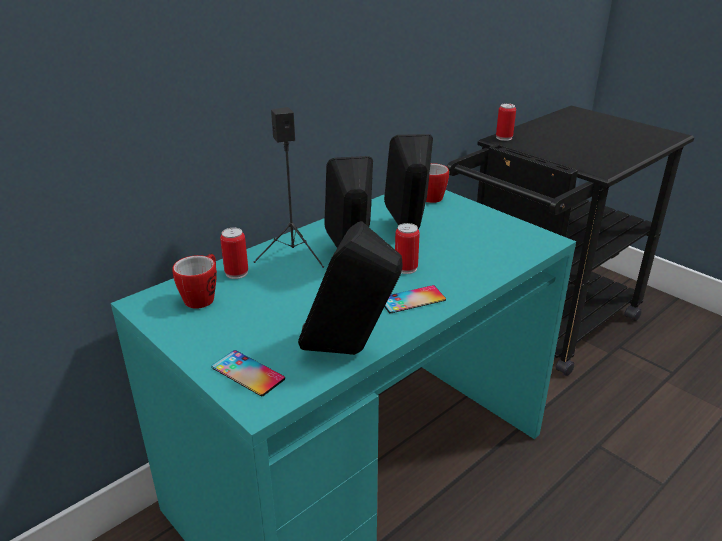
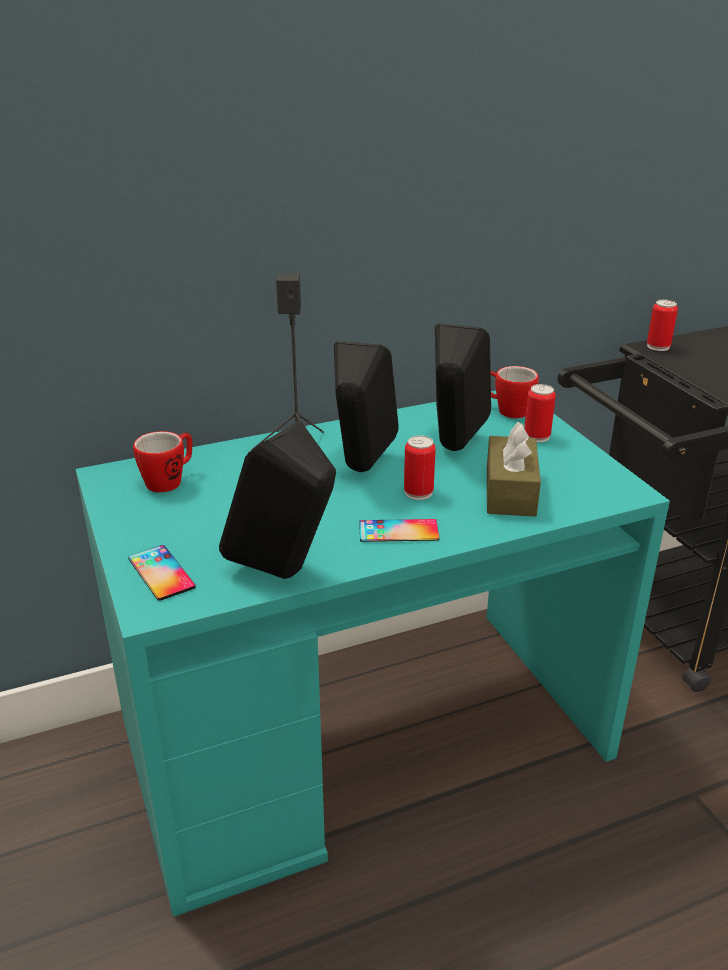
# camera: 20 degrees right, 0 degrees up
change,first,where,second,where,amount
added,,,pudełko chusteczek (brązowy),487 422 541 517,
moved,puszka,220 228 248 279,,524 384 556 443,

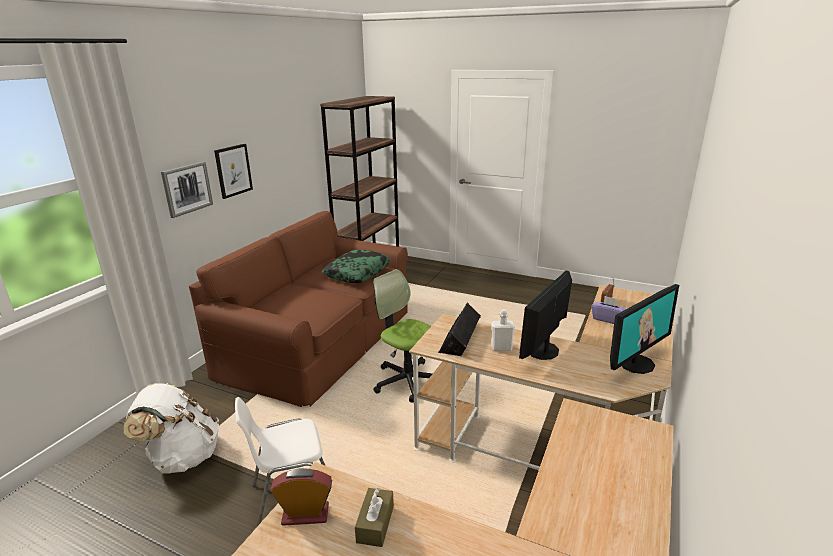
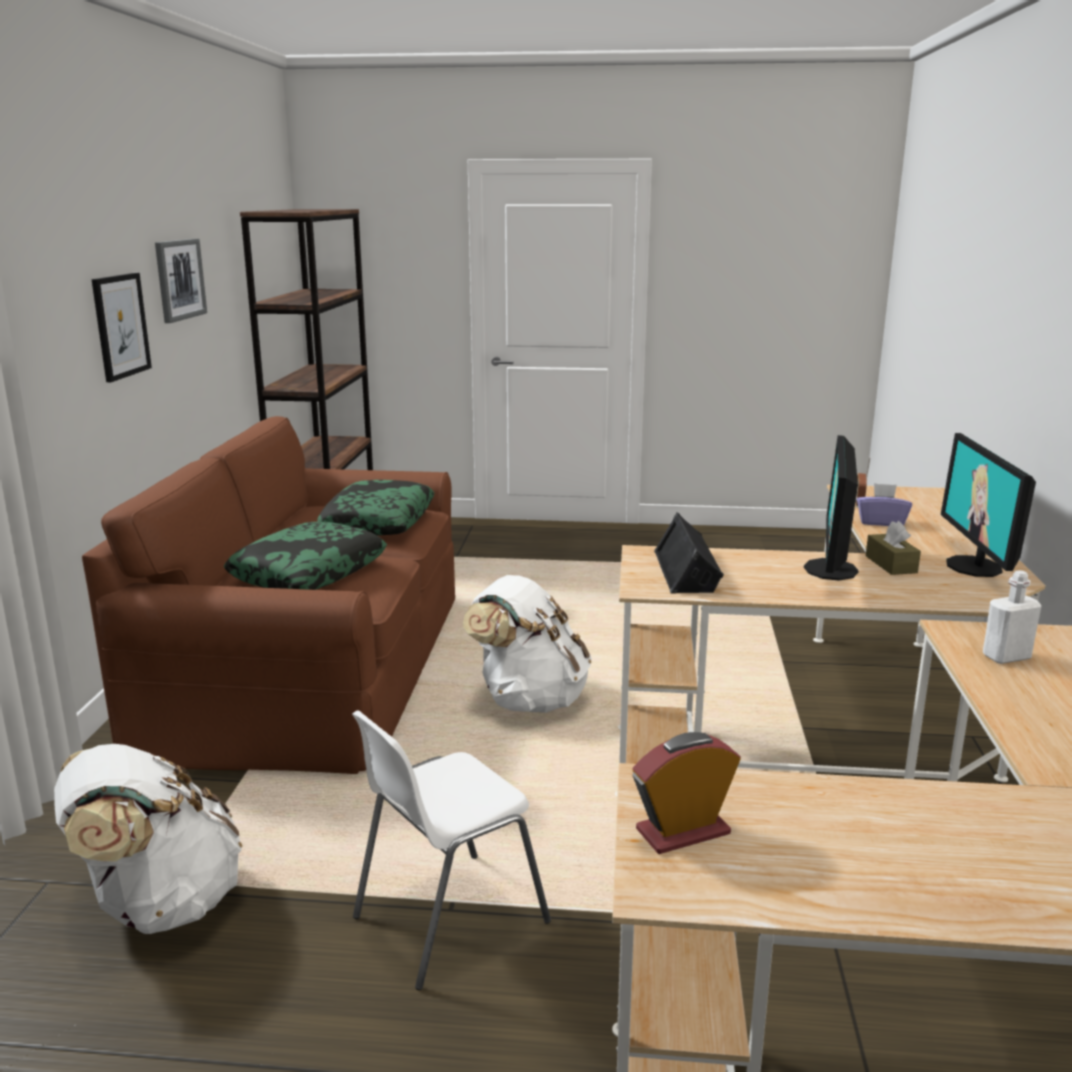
# camera: 20 degrees left, 5 degrees down
change,first,where,second,where,amount
added,,,poduszka,224 522 387 590,
moved,obraz,161 162 213 218,,155 239 207 323,
moved,pudełko chusteczek (brązowy),355 488 394 547,,866 521 921 575,
moved,butelka (biały),491 309 515 351,,983 571 1041 664,
replaced,krzesło biurowe,373 269 432 402,plecak (biały),462 575 592 713,
turned,monitor,610 284 679 374,,941 433 1036 577,150 degrees clockwise

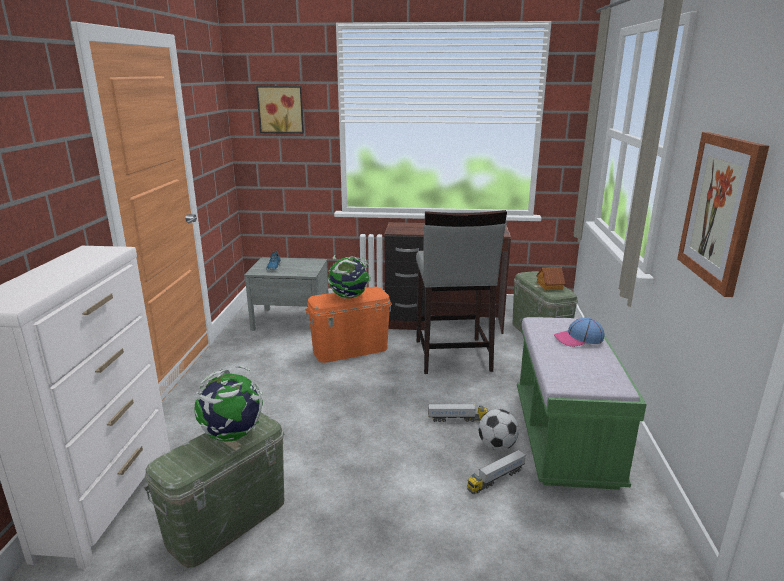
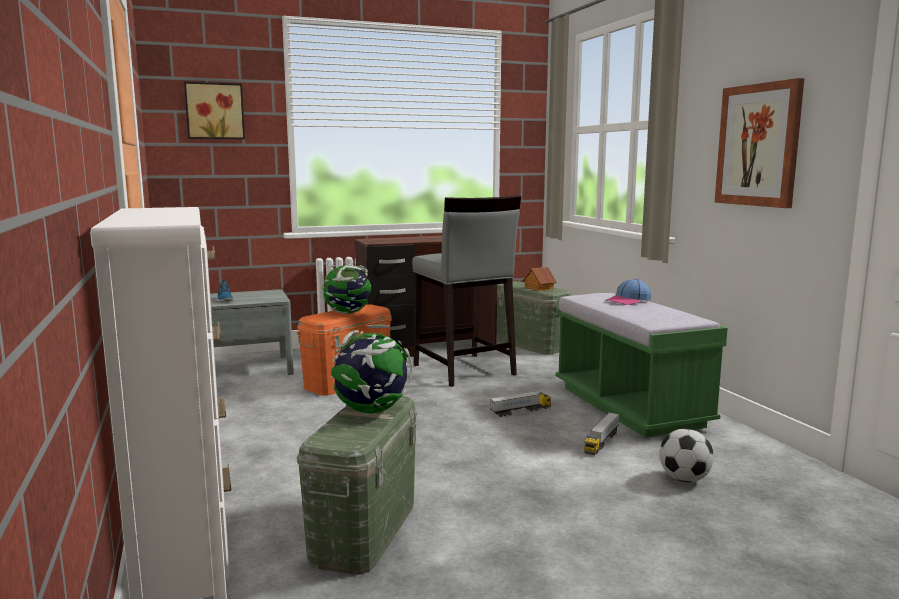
# camera: 25 degrees left, 10 degrees down
change,first,where,second,where,amount
moved,piłka futbolowa,478 409 519 451,,659 429 714 482,

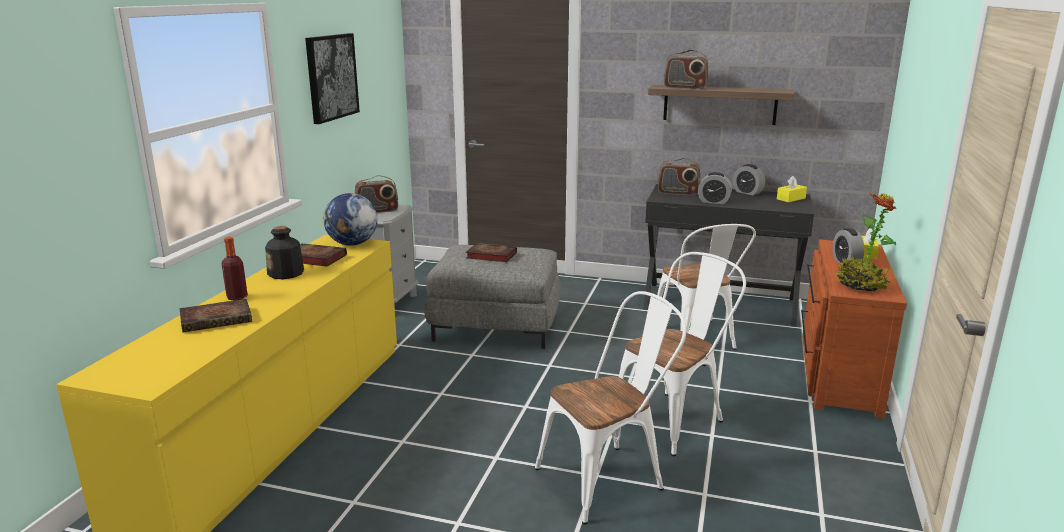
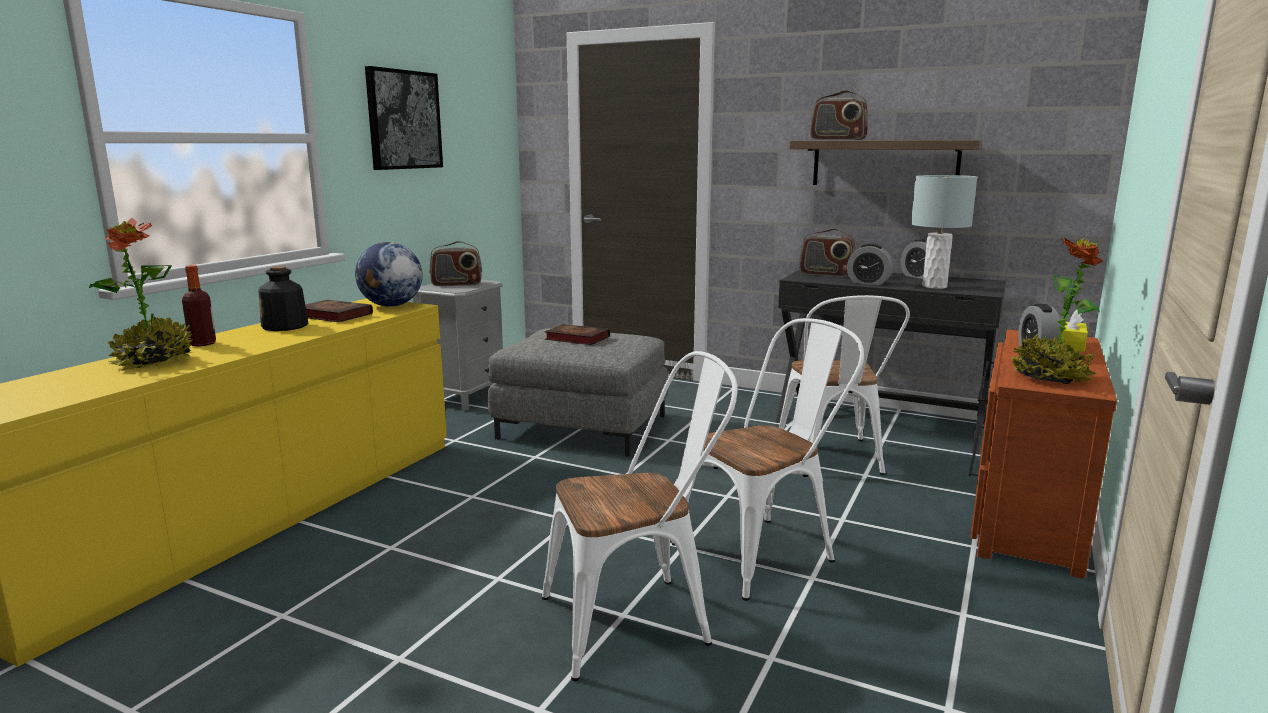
# camera: 10 degrees right, 5 degrees down
change,first,where,second,where,amount
removed,pudełko chusteczek (żółty),777 176 807 202,,,
added,,,lampa stołowa (szary),911 175 977 289,
replaced,książka,180 299 252 332,roślina doniczkowa,89 218 193 371,

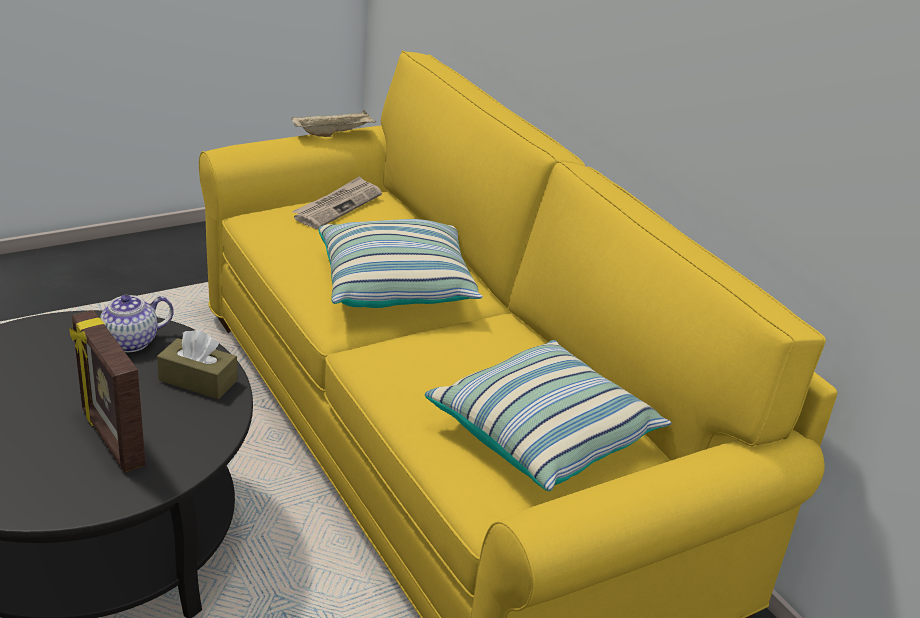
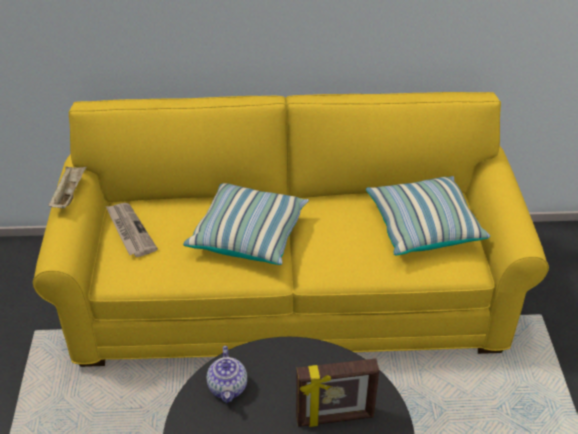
# camera: 60 degrees left, 10 degrees up
change,first,where,second,where,amount
removed,pudełko chusteczek (brązowy),157 329 238 399,,,

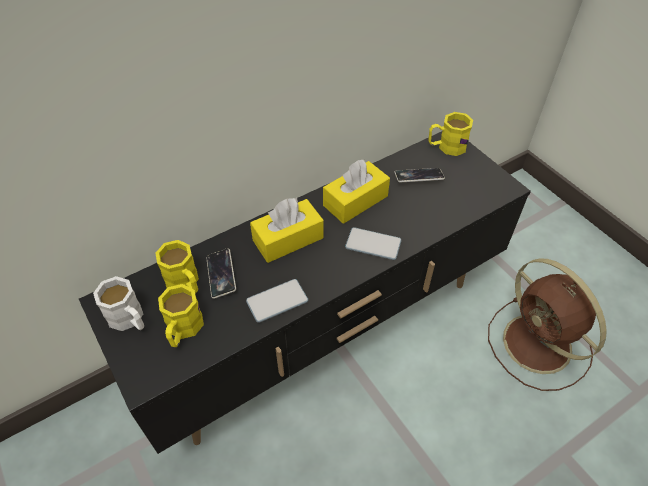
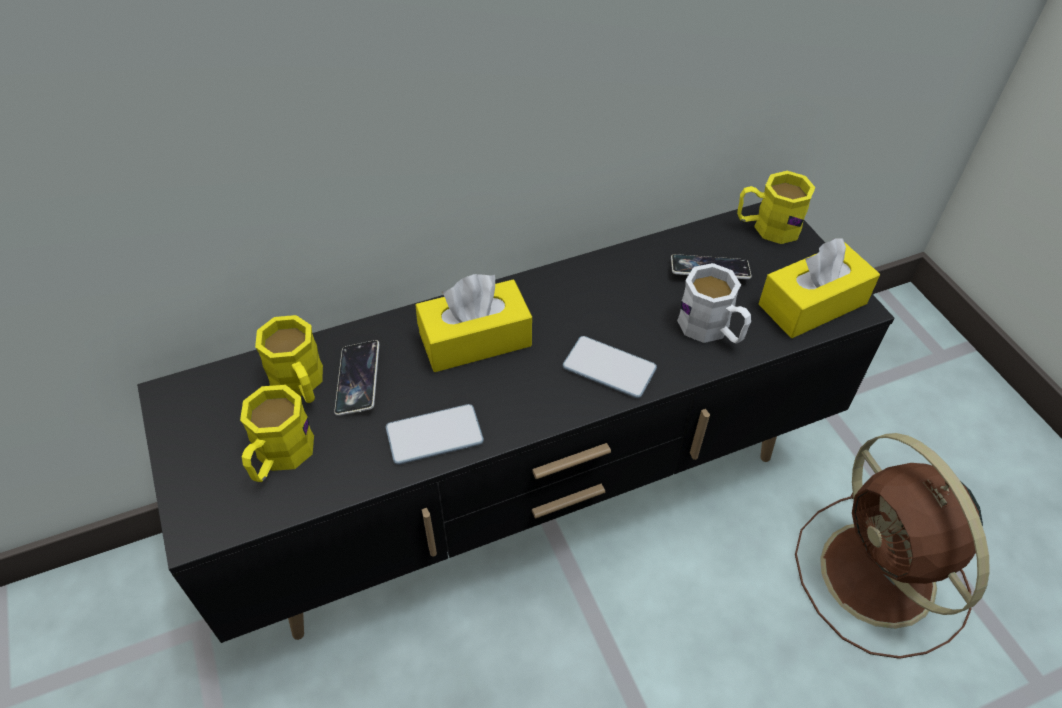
# camera: 10 degrees right, 0 degrees up
change,first,where,second,where,amount
moved,kubek (biały),93 276 144 331,,677 263 751 344,
moved,pudełko chusteczek (żółty),323 159 390 224,,759 238 880 338,

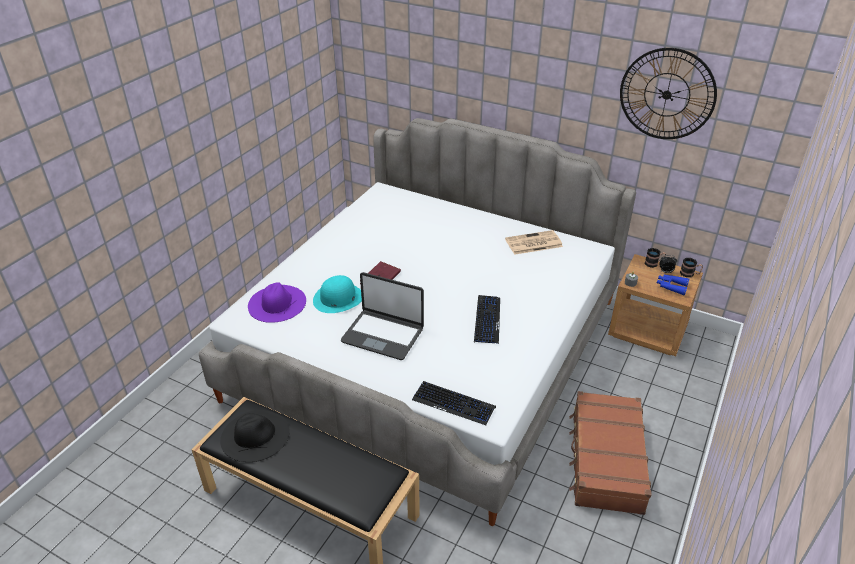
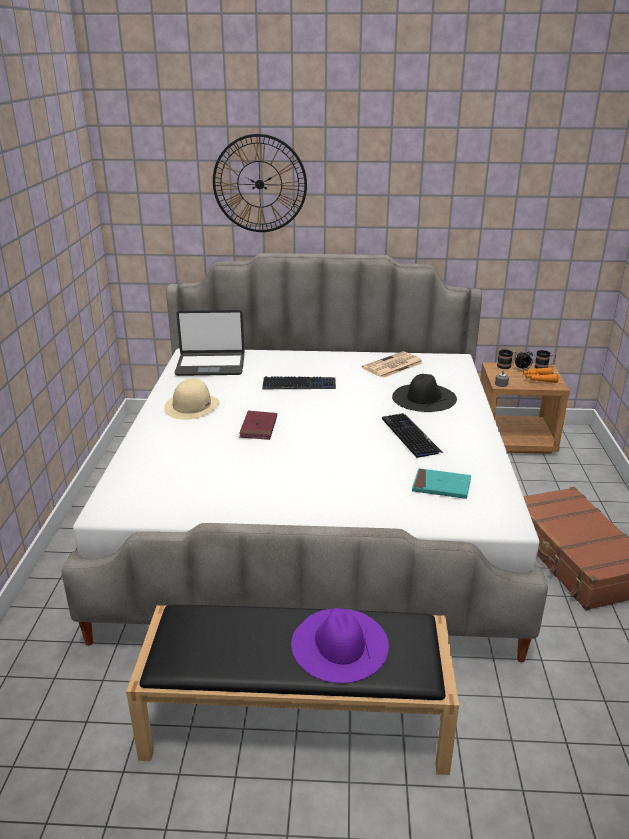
# camera: 25 degrees left, 10 degrees down
change,first,where,second,where,amount
removed,kapelusz (turkusowy),313 275 362 313,,,
added,,,kapelusz (beżowy),164 379 220 420,
added,,,książka (turkusowy),412 468 471 499,
moved,kapelusz (czarny),220 410 290 462,,392 374 457 412,
moved,kapelusz (fioletowy),248 282 306 323,,291 608 389 683,
moved,laptop,341 272 424 360,,174 310 245 376,
moved,klawiatura,412 381 496 425,,262 376 336 389,
moved,zegar ścienny,620 48 717 139,,213 134 307 232,
recoloured,lornetka (niebieski),657 274 689 296,lornetka (pomarańczowy),523 367 559 383,

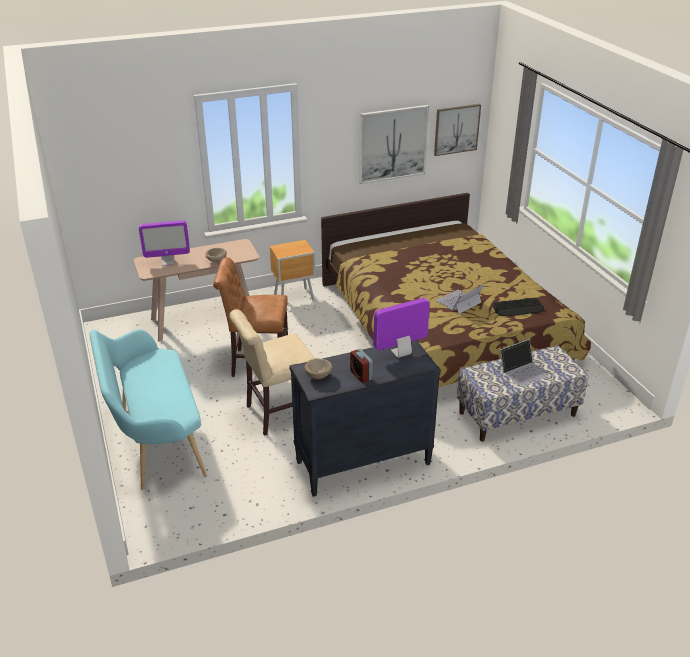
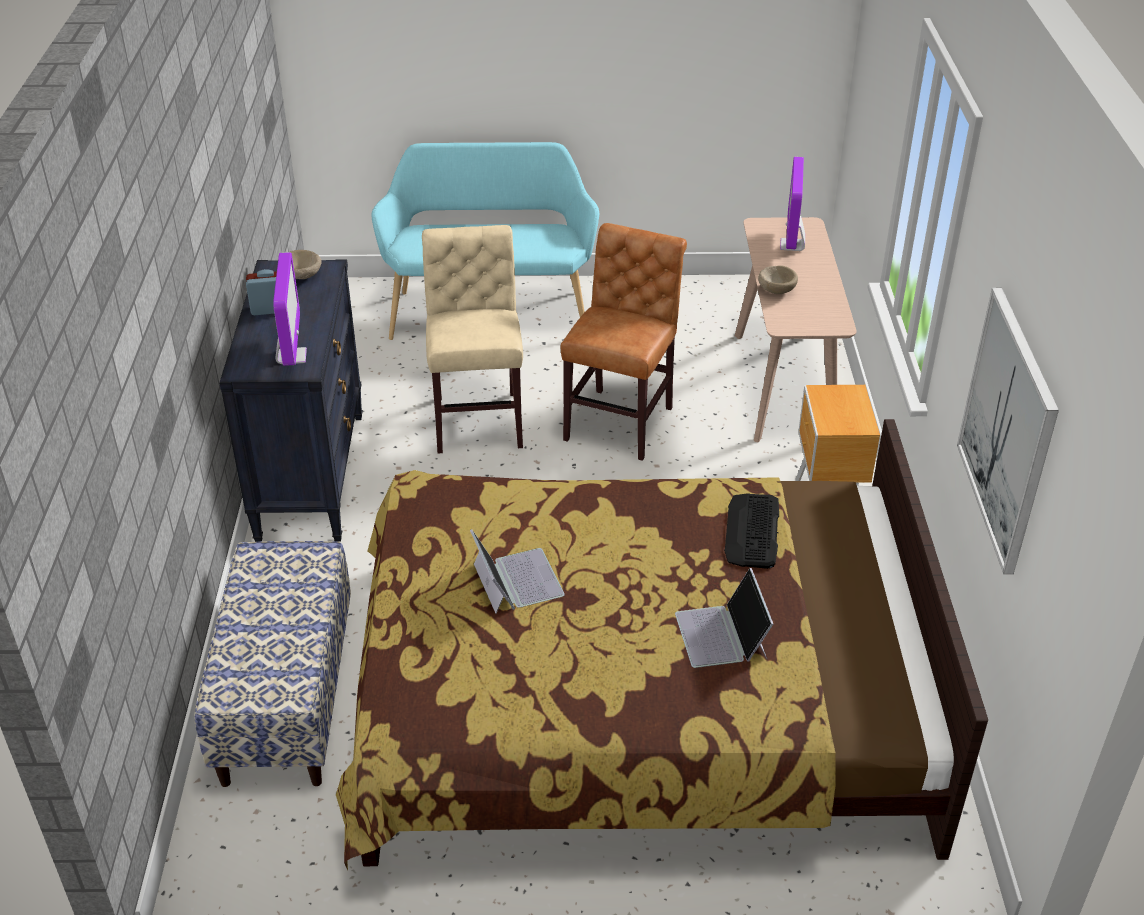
# camera: 110 degrees right, 5 degrees up
change,first,where,second,where,amount
removed,obraz,434 104 481 156,,,
moved,klawiatura,492 298 544 316,,724 493 779 569,
moved,laptop,498 339 549 387,,675 568 773 668,

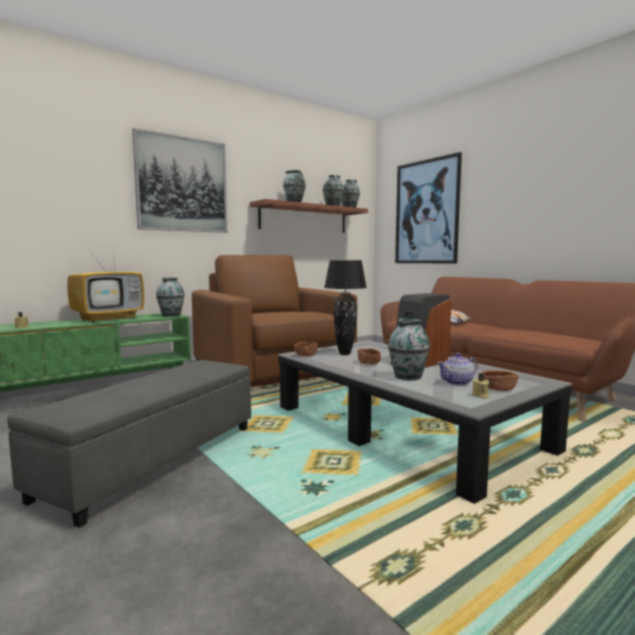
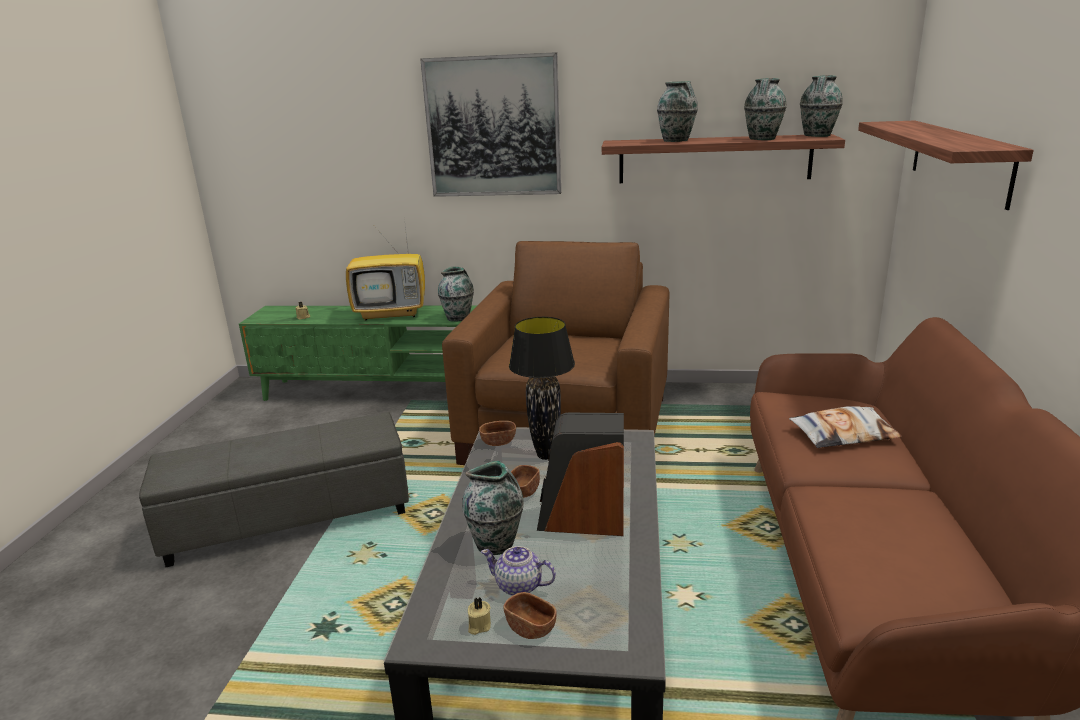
# camera: 45 degrees right, 15 degrees up
change,first,where,second,where,amount
replaced,obraz,395 152 462 264,półka,858 121 1034 210,

